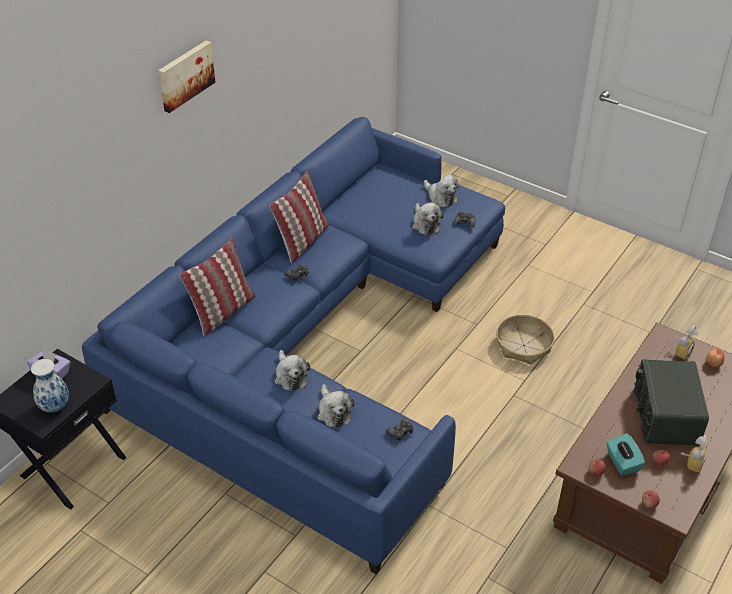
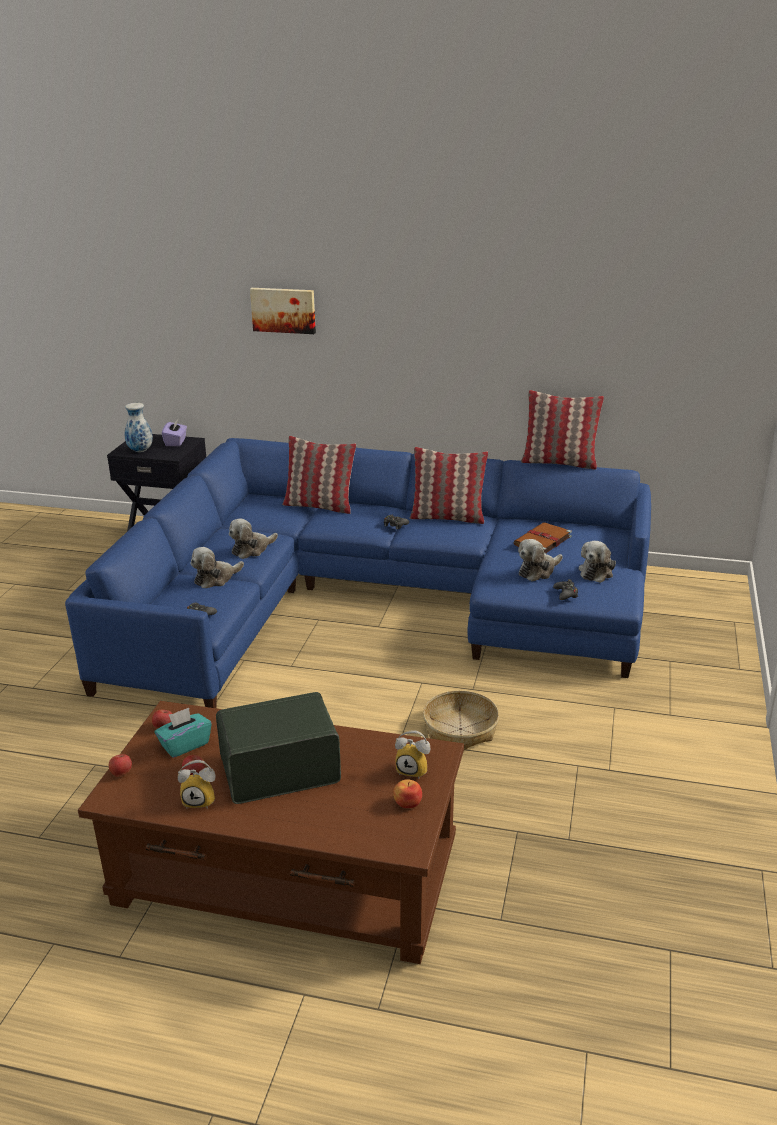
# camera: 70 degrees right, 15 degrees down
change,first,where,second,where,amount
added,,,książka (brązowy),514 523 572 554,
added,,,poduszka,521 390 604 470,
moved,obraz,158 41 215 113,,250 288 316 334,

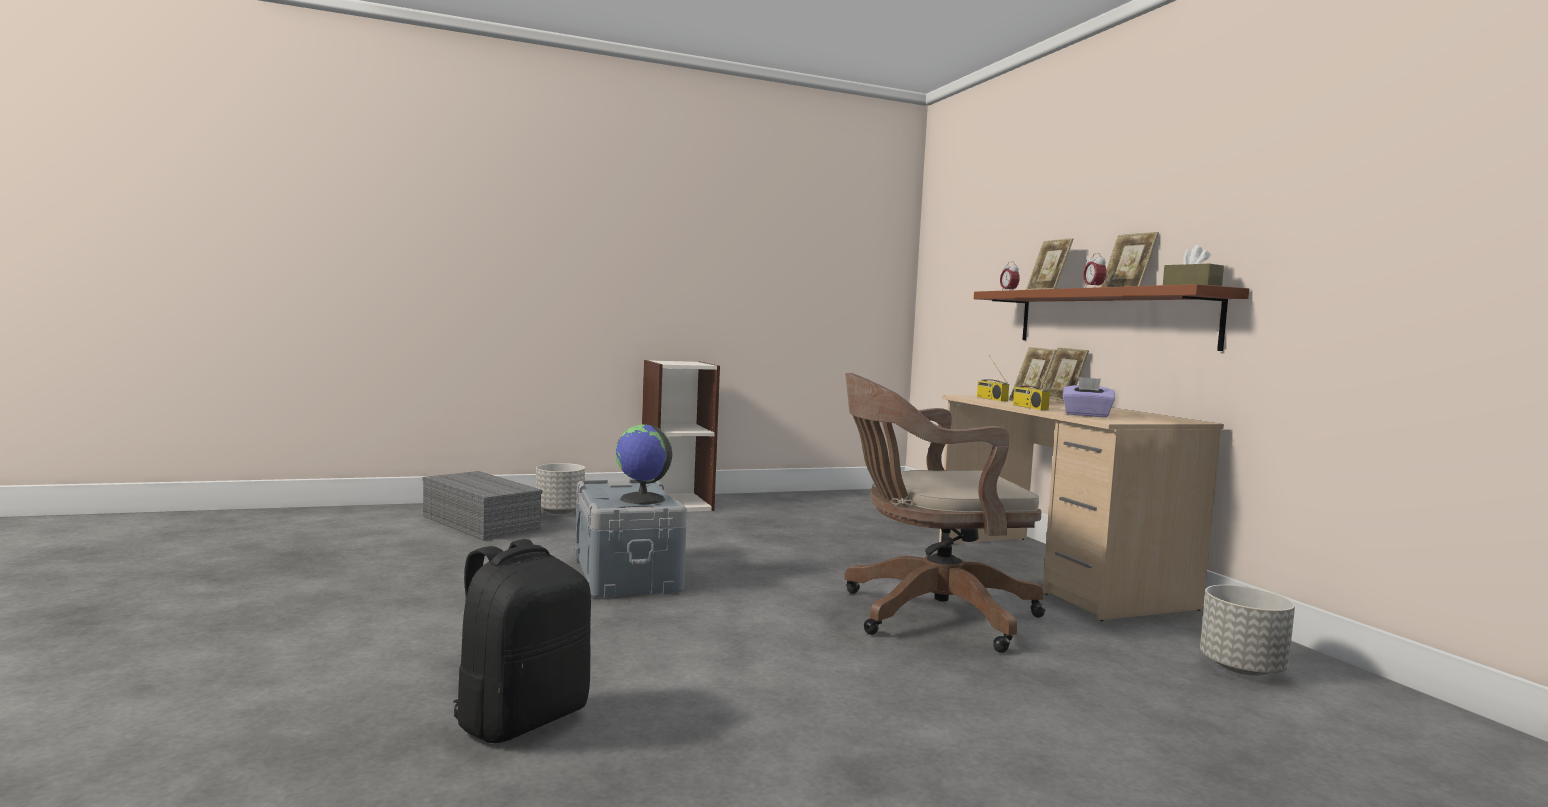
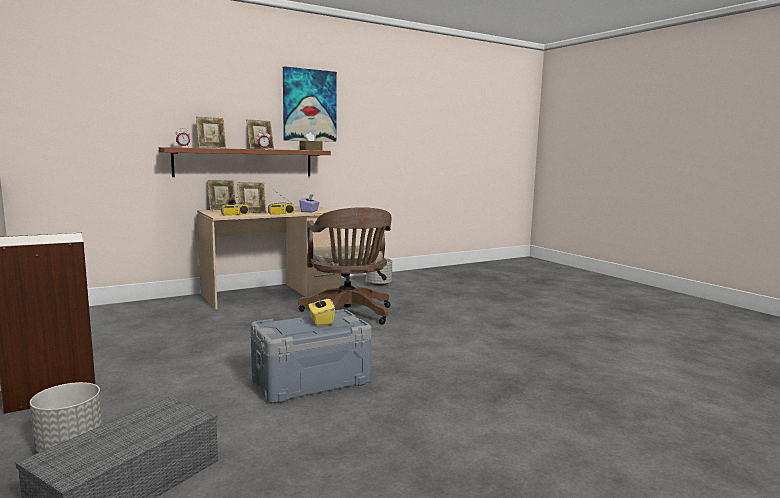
# camera: 100 degrees left, 5 degrees up
change,first,where,second,where,amount
removed,plecak (czarny),453 539 591 743,,,
added,,,obraz,283 66 337 142,
replaced,globus,615 424 673 504,pudełko chusteczek (żółty),308 295 335 326,

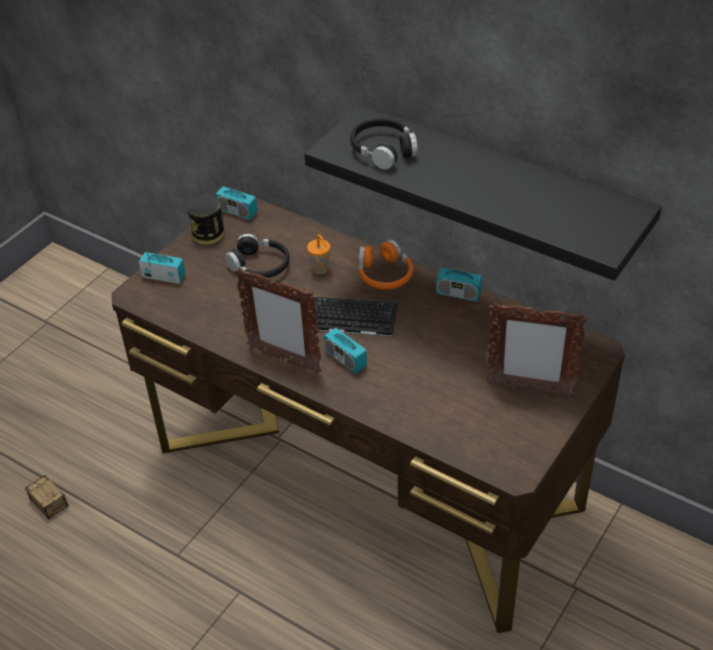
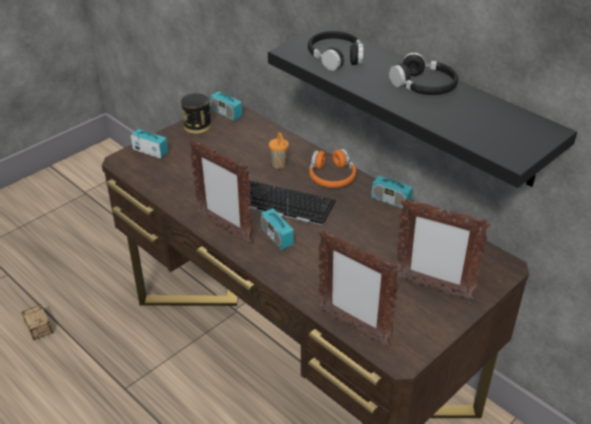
# camera: 10 degrees right, 5 degrees down
change,first,where,second,where,amount
added,,,ramka na zdjęcie,318 230 400 347,
moved,słuchawki (czarny),225 234 290 278,,389 52 458 95,

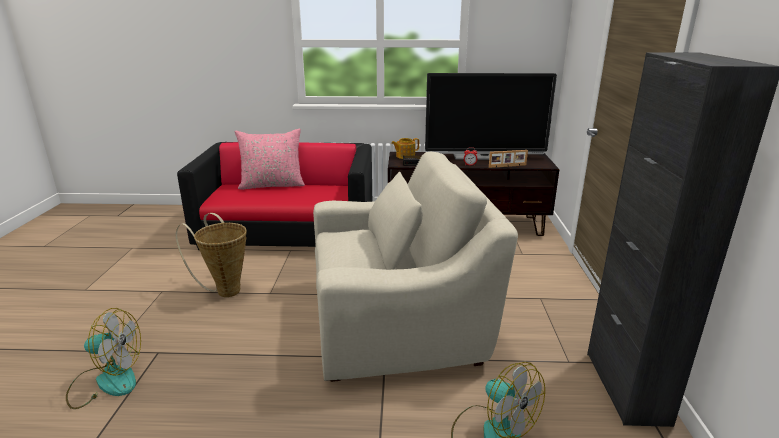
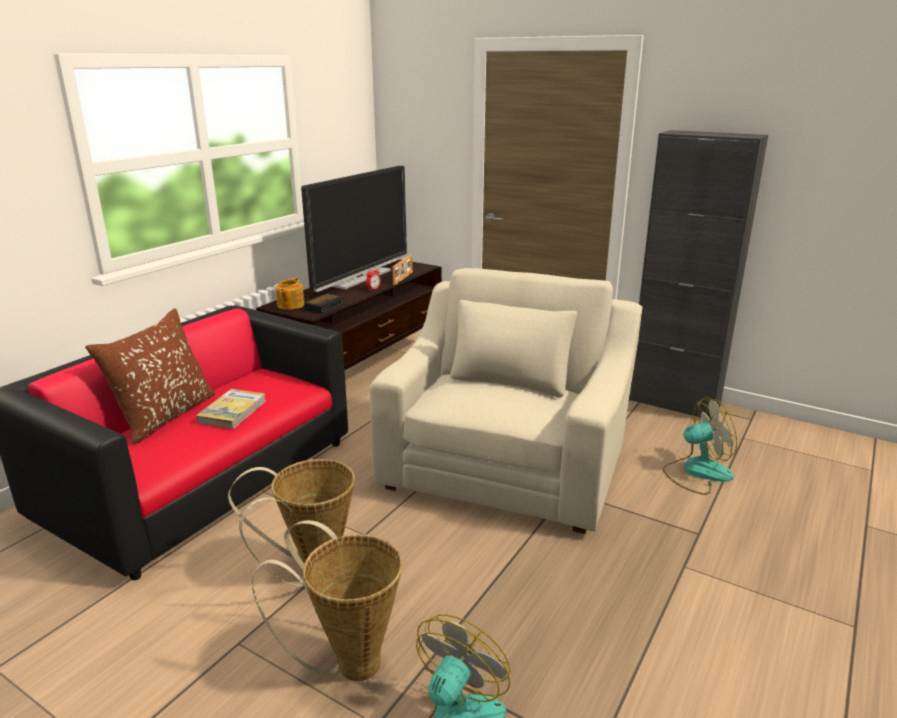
# camera: 60 degrees left, 0 degrees up
change,first,where,second,where,amount
added,,,książka,196 389 266 429,
added,,,koszyk,252 520 402 681,
recoloured,poduszka (różowy),235 129 305 190,poduszka (brązowy),85 308 216 444,

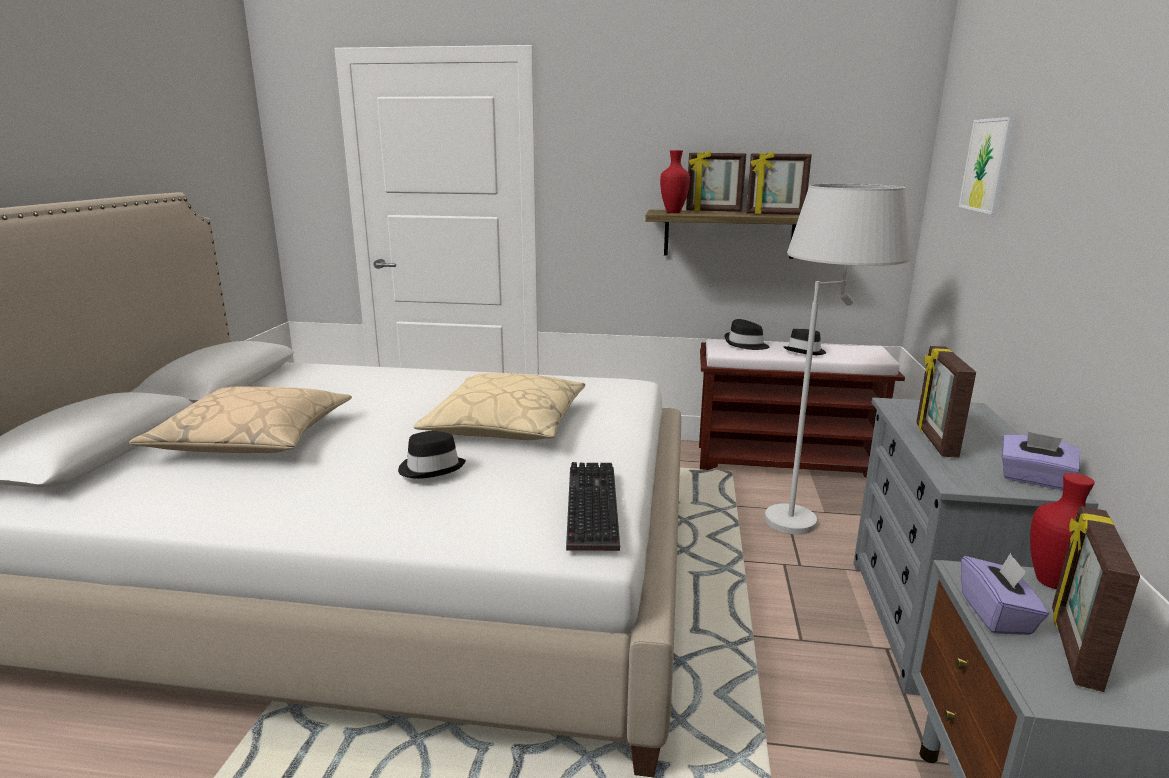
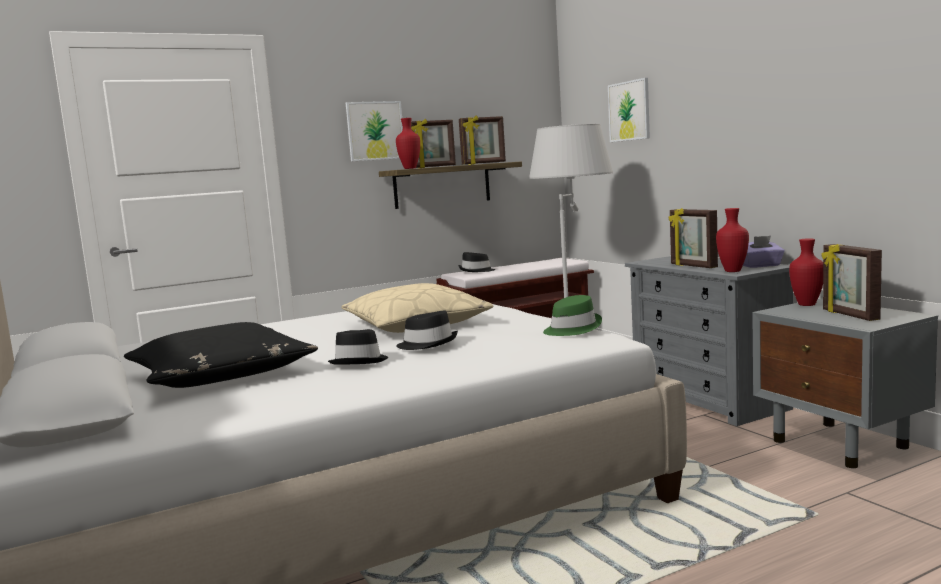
# camera: 35 degrees left, 10 degrees down
change,first,where,second,where,amount
removed,pudełko chusteczek (fioletowy),961 553 1049 635,,,
added,,,obraz,346 101 403 161,
added,,,wazon (czerwony),716 208 749 272,
moved,kapelusz (czarny),783 329 826 355,,328 329 388 365,
replaced,klawiatura,566 462 620 551,kapelusz (zielony),543 295 602 336,
recoloured,poduszka (beżowy),129 387 352 453,poduszka (czarny),124 322 318 388,

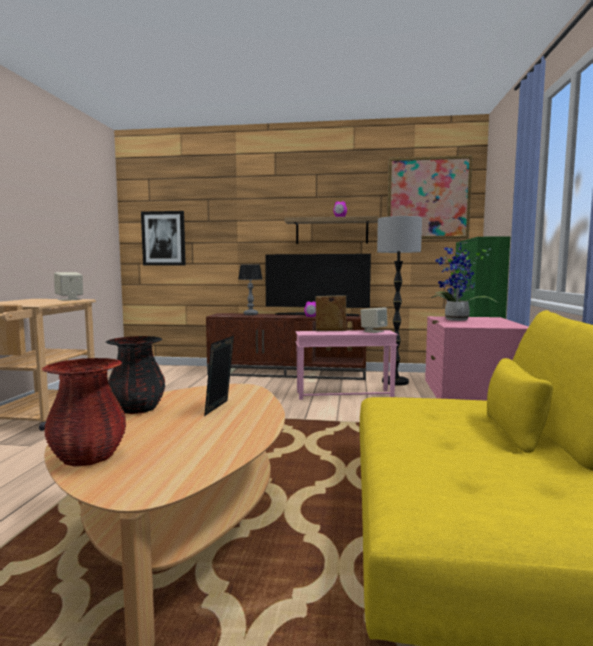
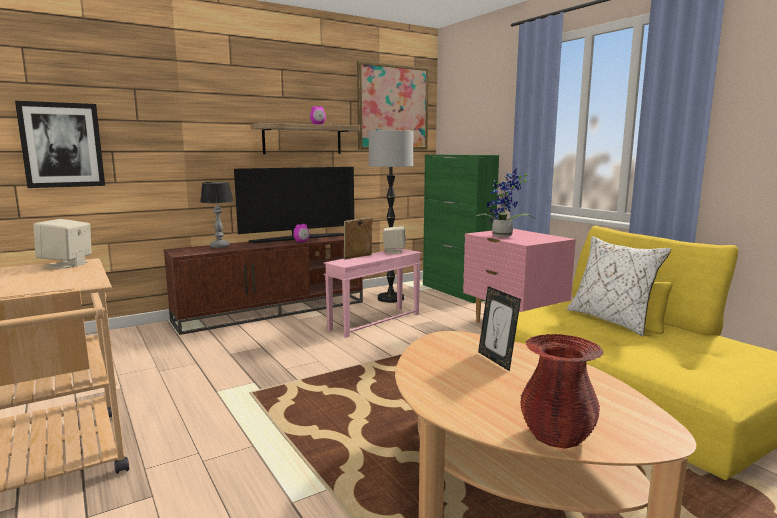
# camera: 40 degrees left, 5 degrees up
change,first,where,second,where,amount
removed,wazon (czarny),106 336 166 414,,,
added,,,poduszka (biały),567 236 671 336,

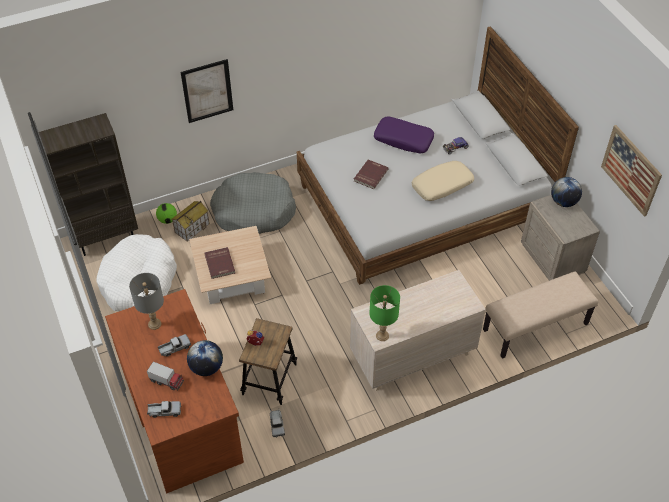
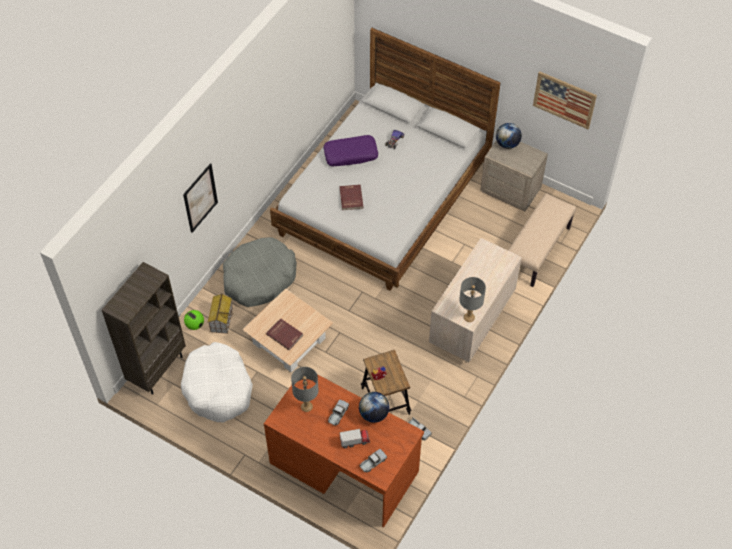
# camera: 35 degrees left, 5 degrees up
change,first,where,second,where,amount
removed,poduszka (beżowy),412 161 474 201,,,
recoloured,lampa stołowa (zielony),369 285 400 341,lampa stołowa (szary),459 277 486 322,

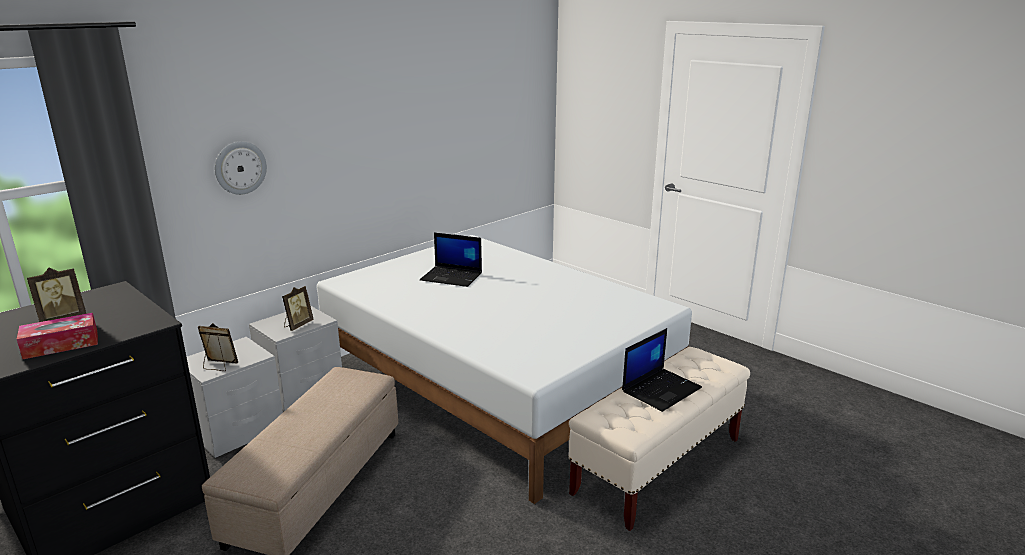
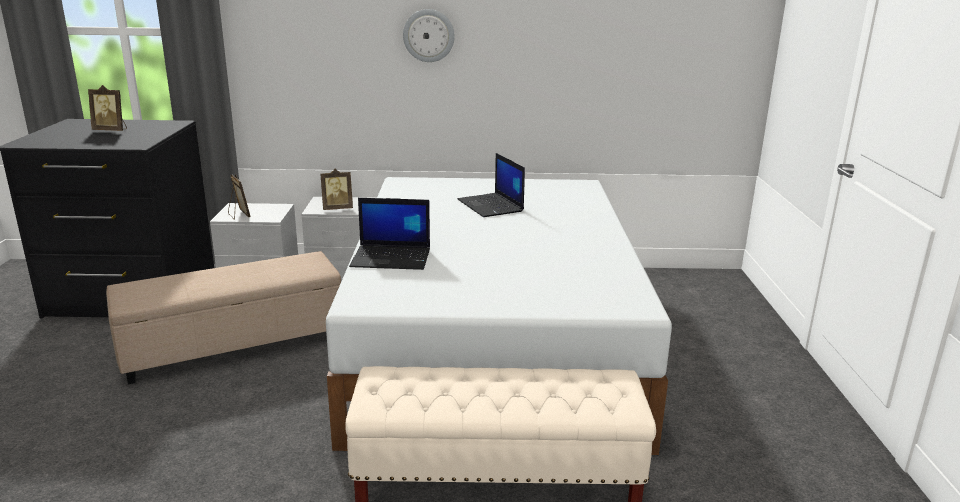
# camera: 45 degrees right, 0 degrees up
change,first,where,second,where,amount
removed,pudełko chusteczek,17 313 98 360,,,
moved,zegar ścienny,215 141 267 195,,403 9 455 62,
moved,laptop,622 328 702 412,,349 198 430 270,

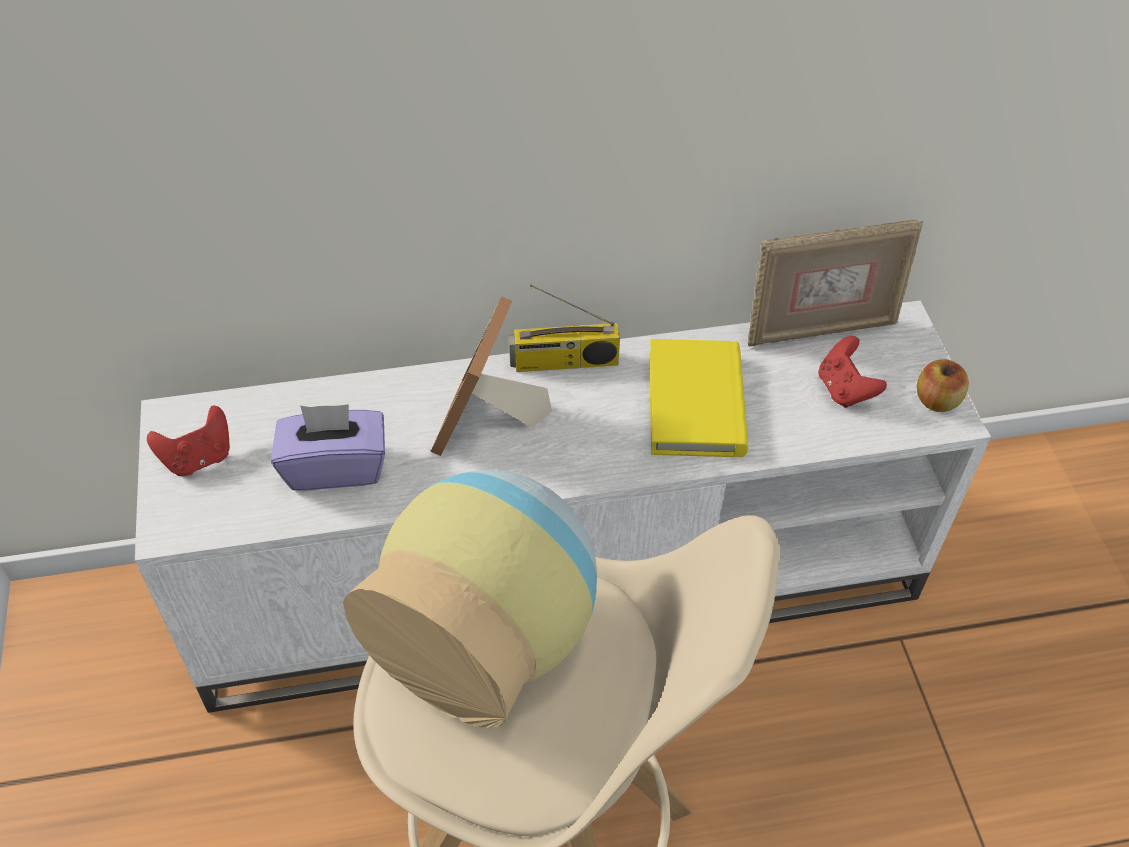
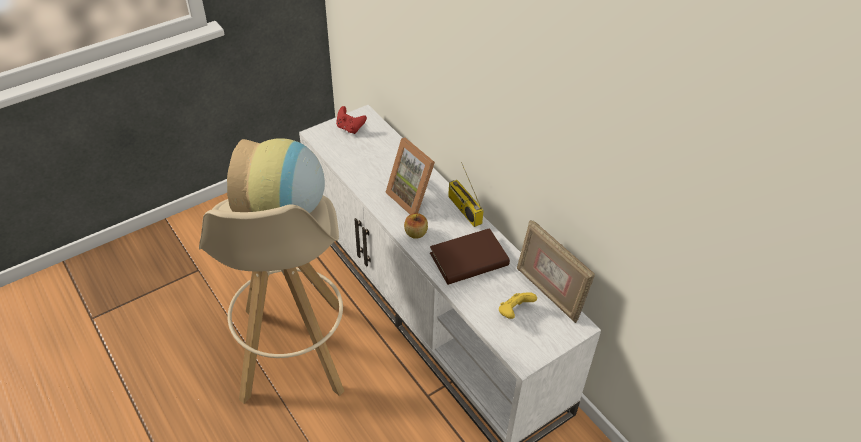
# camera: 65 degrees right, 5 degrees down
change,first,where,second,where,amount
removed,pudełko chusteczek (fioletowy),271 404 385 490,,,
moved,jabłko,917 359 969 412,,404 213 428 239,
recoloured,książka (żółty),649 339 748 457,książka (brązowy),430 228 510 285,
recoloured,pad do gier (czerwony),818 336 887 408,pad do gier (żółty),499 292 537 319,
turned,ramka na zdjęcie,431 296 552 456,,385 138 435 215,120 degrees counterclockwise

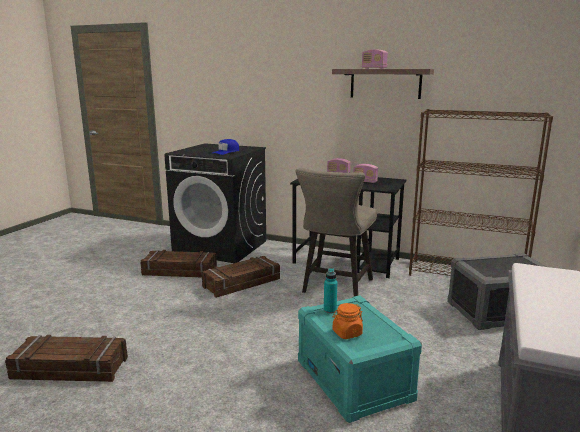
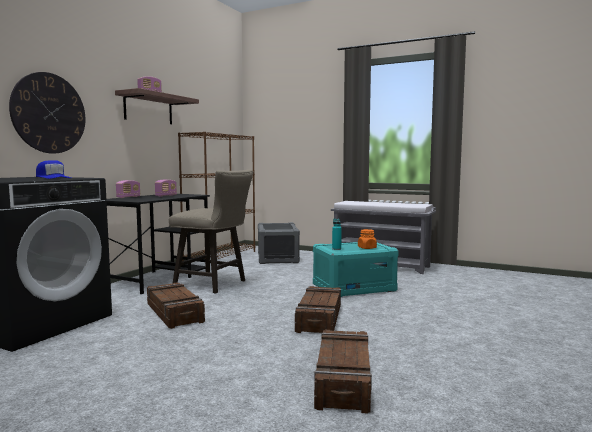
# camera: 85 degrees left, 10 degrees down
change,first,where,second,where,amount
added,,,zegar ścienny,9 72 86 154,
moved,skrzynka,140 250 217 277,,295 286 341 333,

